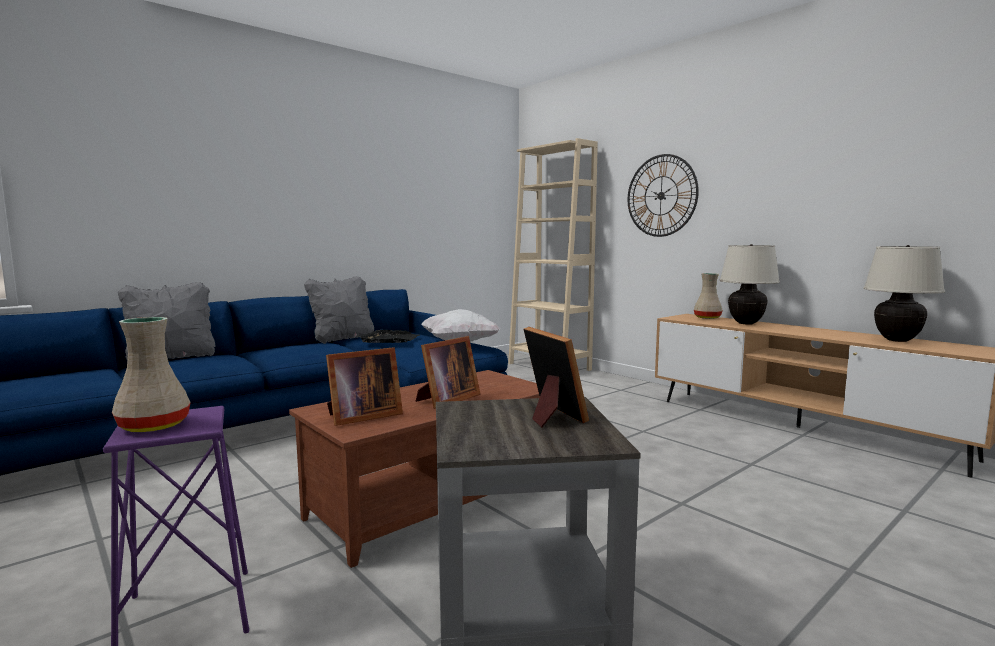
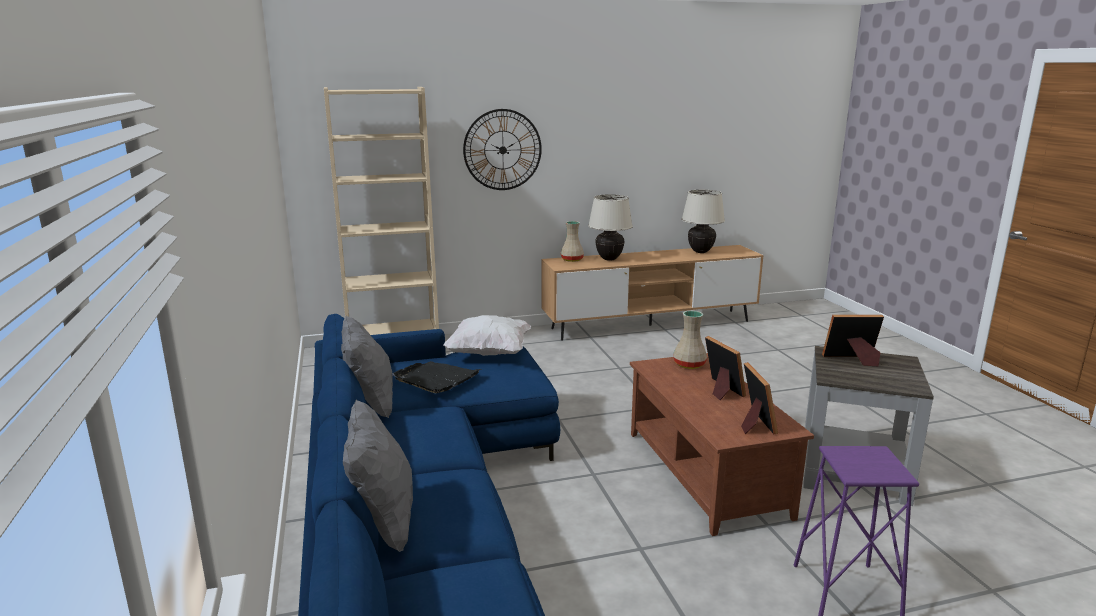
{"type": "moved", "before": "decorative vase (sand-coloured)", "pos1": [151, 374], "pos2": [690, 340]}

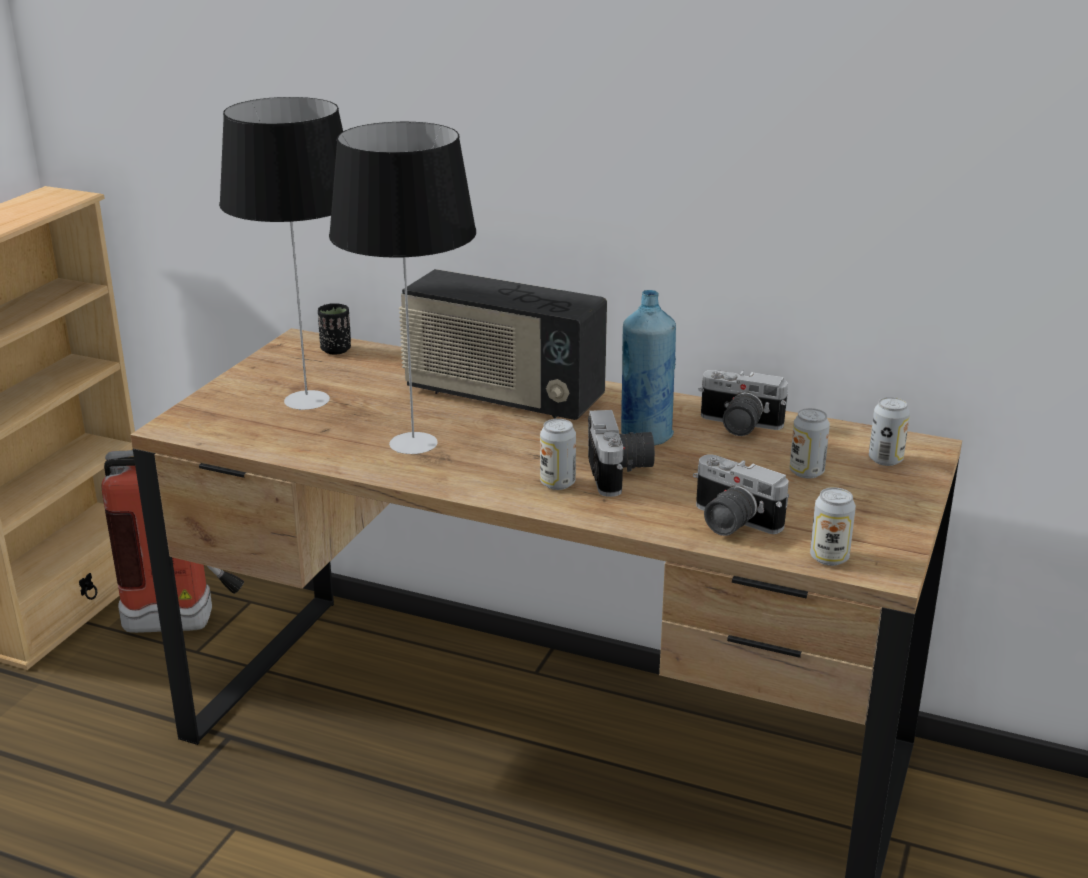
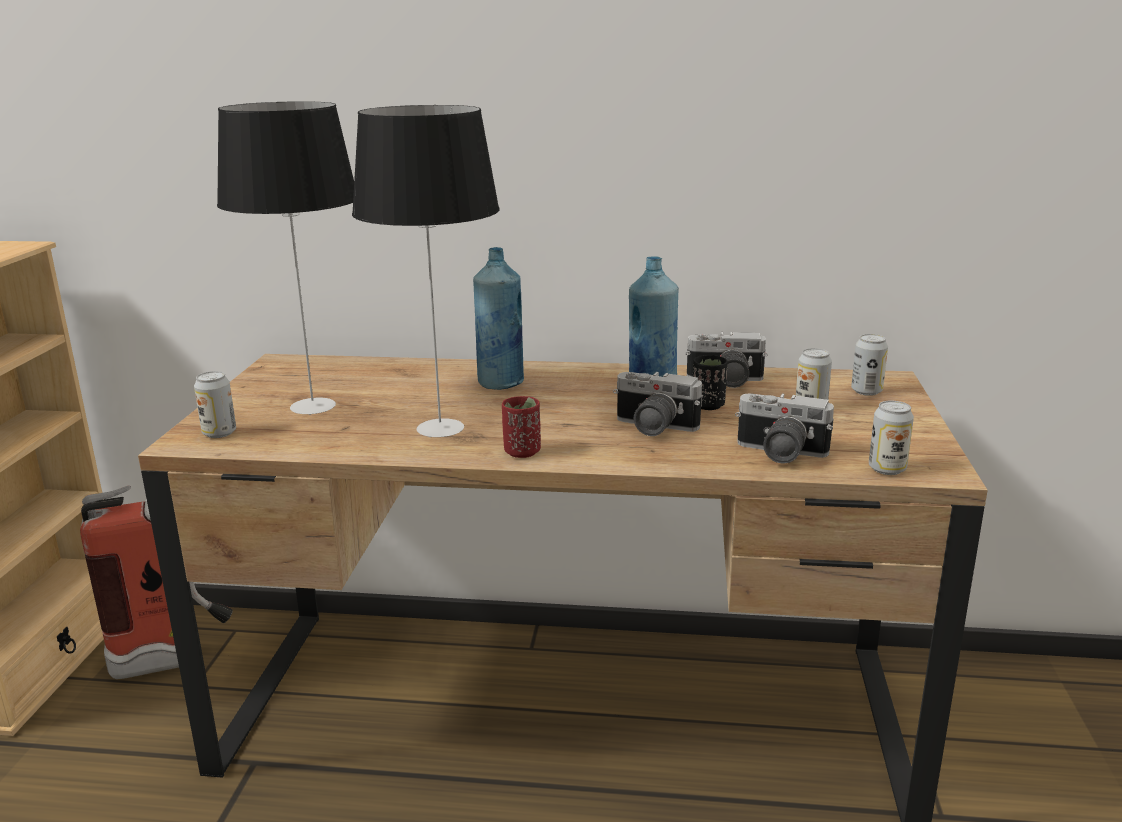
{"type": "added", "after": "cup (reddish)", "pos2": [521, 427]}
{"type": "moved", "before": "cup (blackish)", "pos1": [334, 329], "pos2": [710, 382]}
{"type": "moved", "before": "sealed can", "pos1": [558, 454], "pos2": [215, 404]}
{"type": "replaced", "before": "radio", "after": "bottle (blue)", "pos1": [503, 344], "pos2": [498, 318]}
{"type": "turned", "before": "photo camera", "pos1": [621, 453], "pos2": [658, 404], "turn": 135}

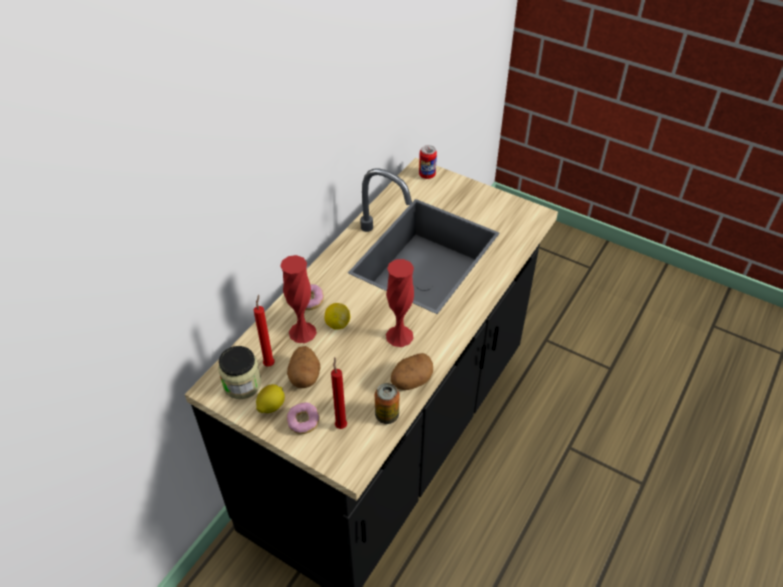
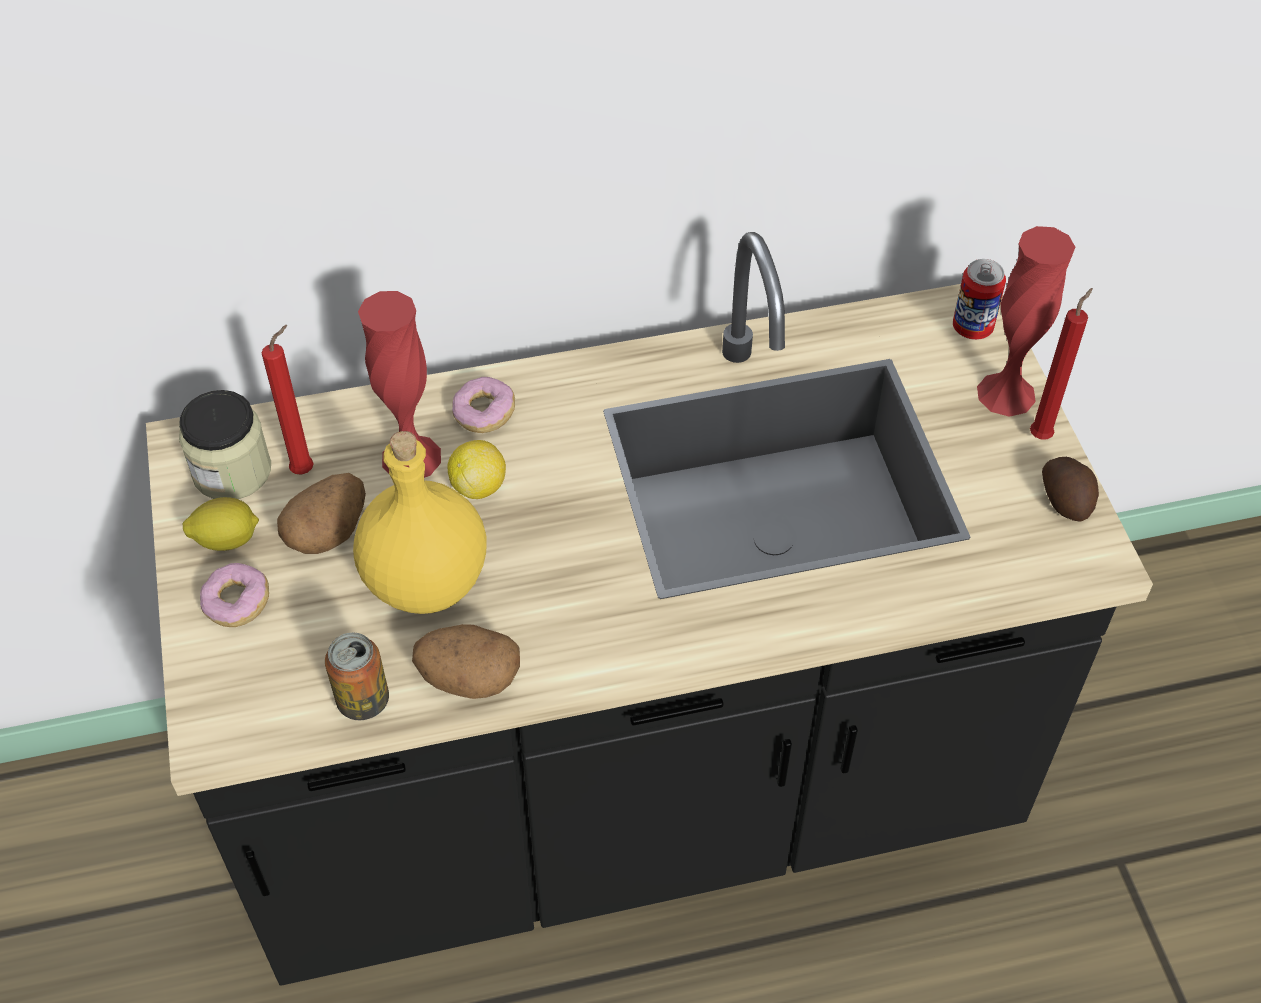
{"type": "added", "after": "bottle (yellow)", "pos2": [420, 522]}
{"type": "added", "after": "potato", "pos2": [1070, 489]}
{"type": "moved", "before": "candle (reddish)", "pos1": [339, 393], "pos2": [1061, 364]}
{"type": "moved", "before": "decorative vase (reddish)", "pos1": [400, 303], "pos2": [1026, 321]}

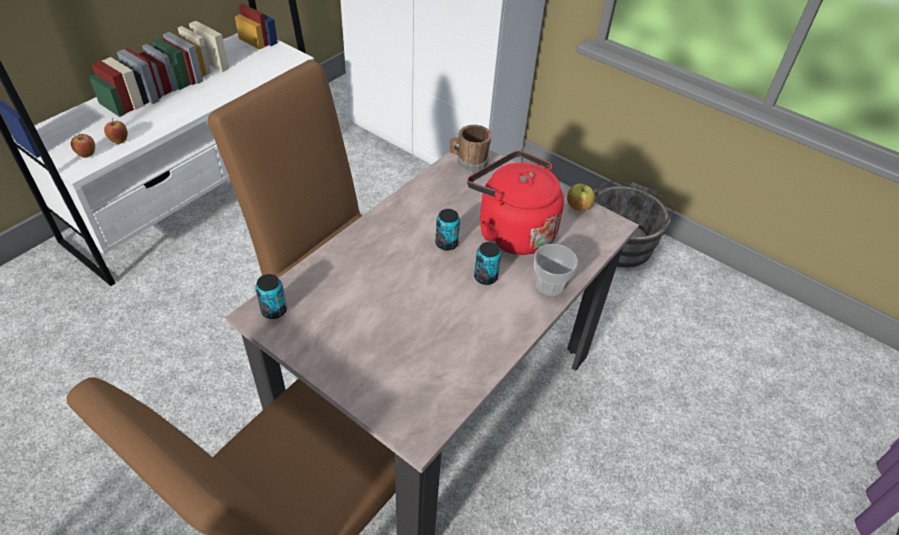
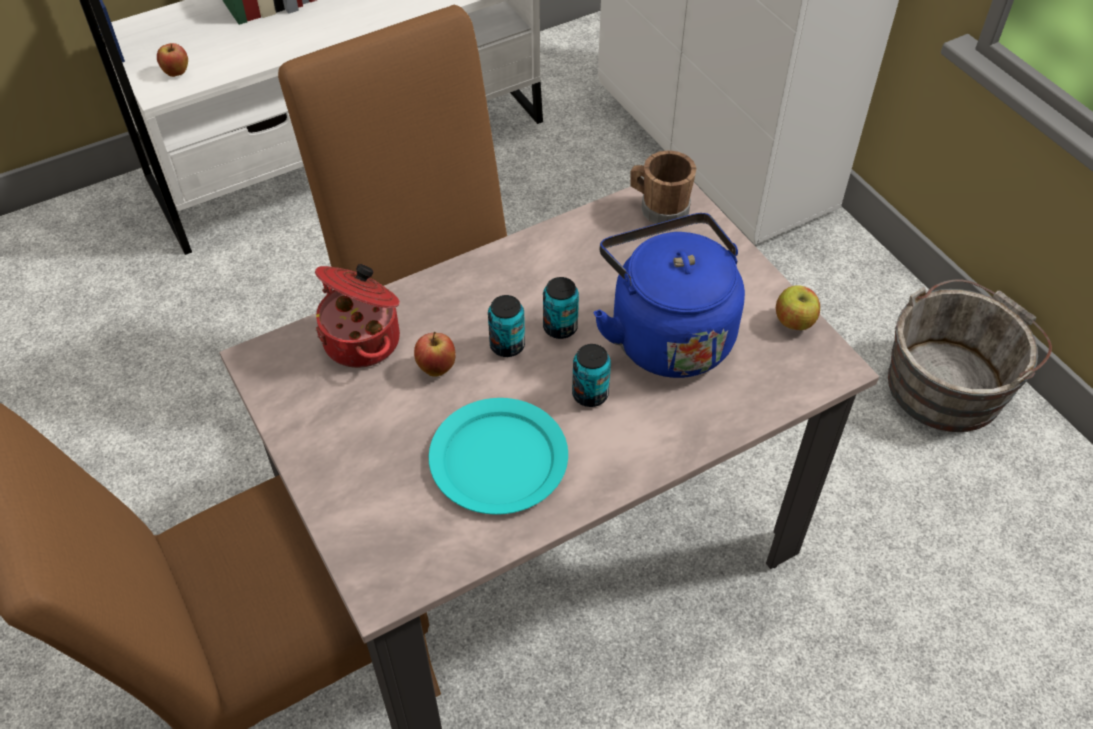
{"type": "removed", "before": "cup", "pos1": [556, 270]}
{"type": "added", "after": "saucepot", "pos2": [357, 316]}
{"type": "added", "after": "plate (blue-green)", "pos2": [498, 456]}
{"type": "moved", "before": "apple", "pos1": [116, 131], "pos2": [435, 354]}
{"type": "moved", "before": "sealed can", "pos1": [271, 296], "pos2": [506, 326]}
{"type": "recoloured", "before": "kettle (reddish)", "after": "kettle (blue)", "pos1": [515, 203], "pos2": [669, 295]}

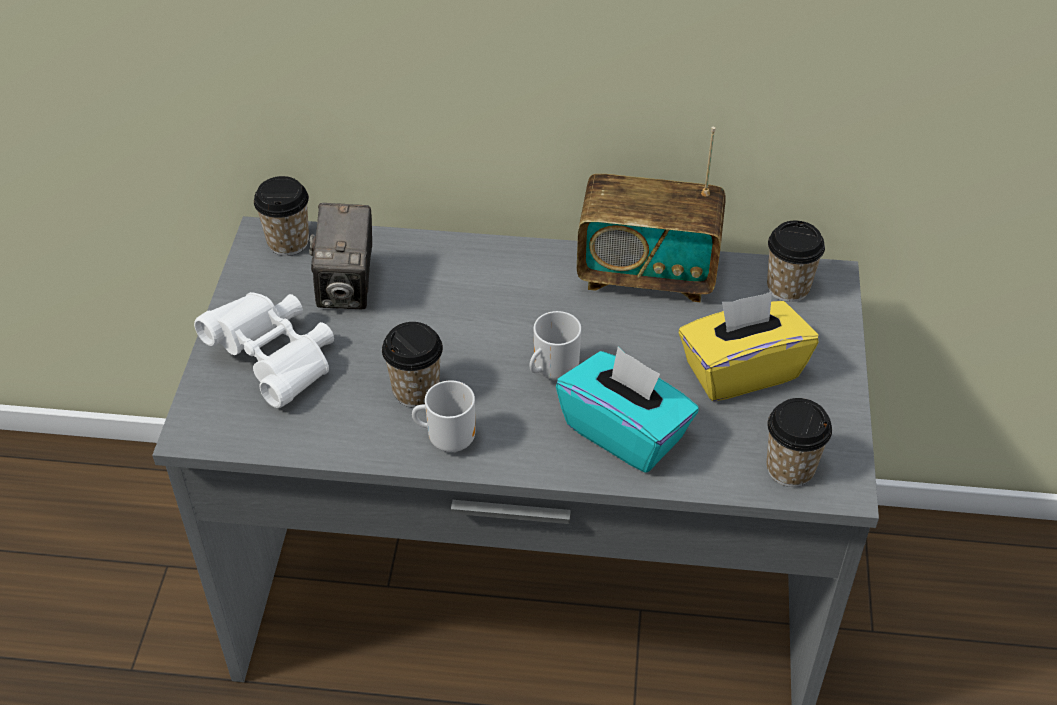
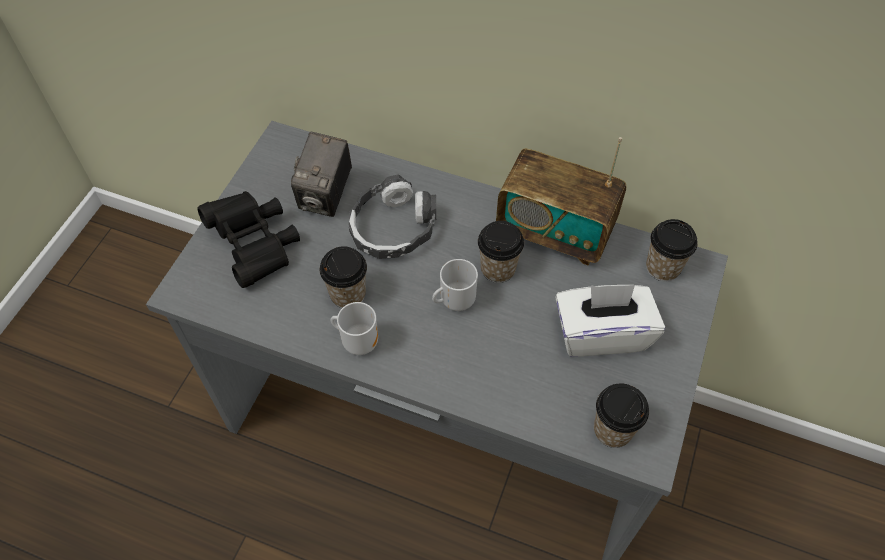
{"type": "removed", "before": "tissue box (blue-green)", "pos1": [627, 410]}
{"type": "added", "after": "headphones", "pos2": [392, 216]}
{"type": "moved", "before": "cup", "pos1": [281, 216], "pos2": [501, 252]}
{"type": "recoloured", "before": "pair of binoculars (white)", "after": "pair of binoculars (blackish)", "pos1": [264, 350], "pos2": [248, 239]}
{"type": "recoloured", "before": "tissue box (yellow)", "after": "tissue box (white)", "pos1": [749, 346], "pos2": [610, 321]}

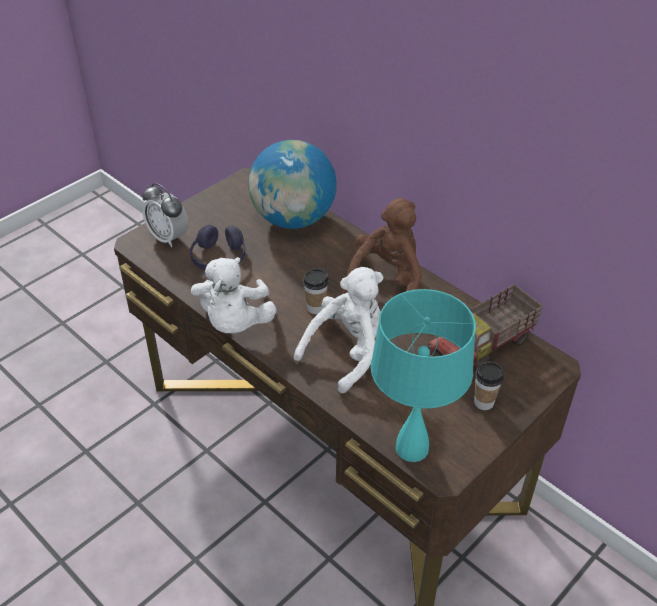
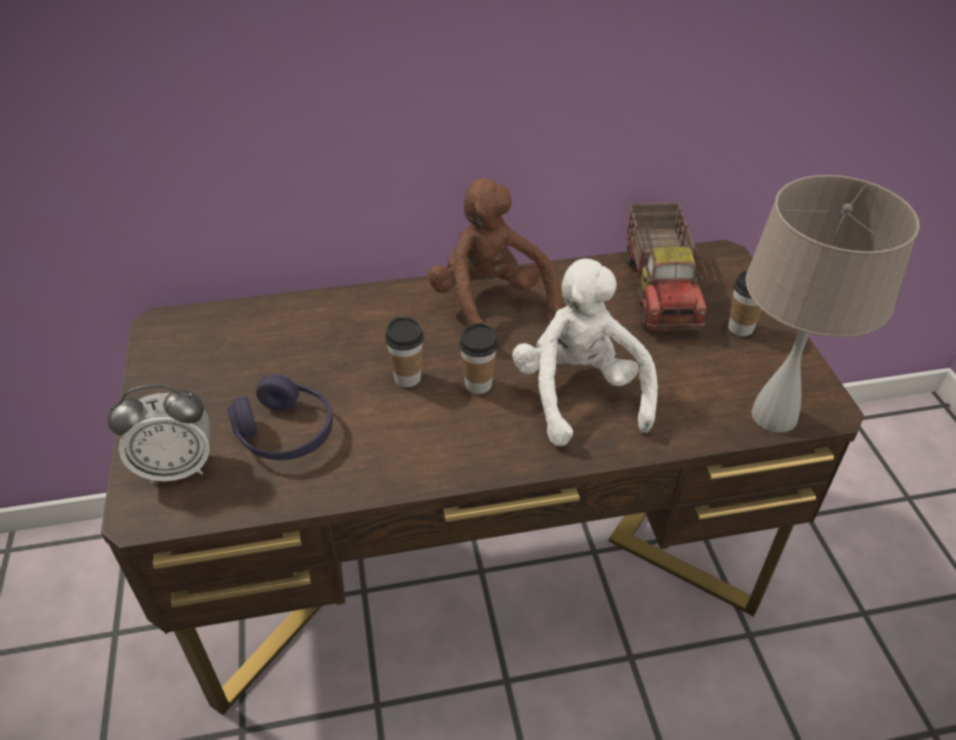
{"type": "removed", "before": "plush toy (white)", "pos1": [234, 295]}
{"type": "removed", "before": "desk globe", "pos1": [292, 184]}
{"type": "added", "after": "cup", "pos2": [404, 352]}
{"type": "recoloured", "before": "lamp for a table (blue-green)", "after": "lamp for a table (sand-coloured)", "pos1": [423, 375], "pos2": [833, 304]}

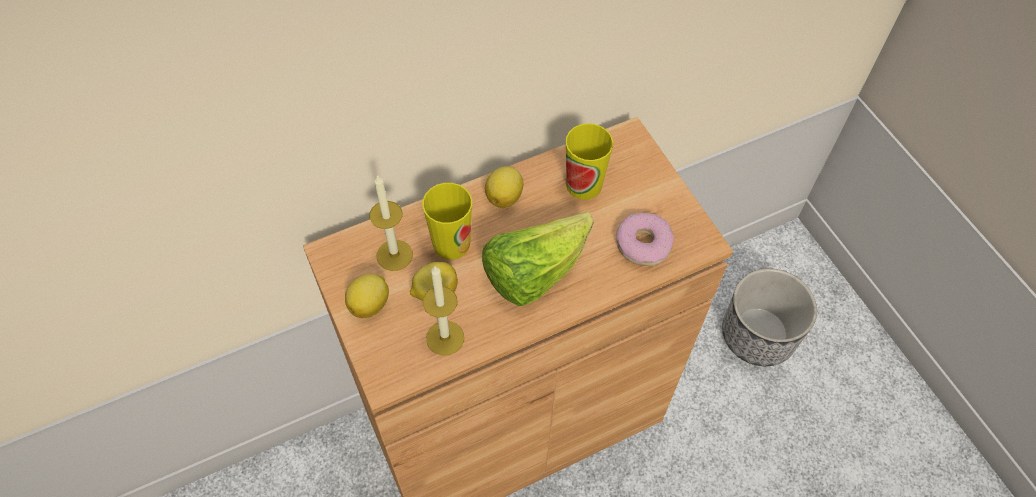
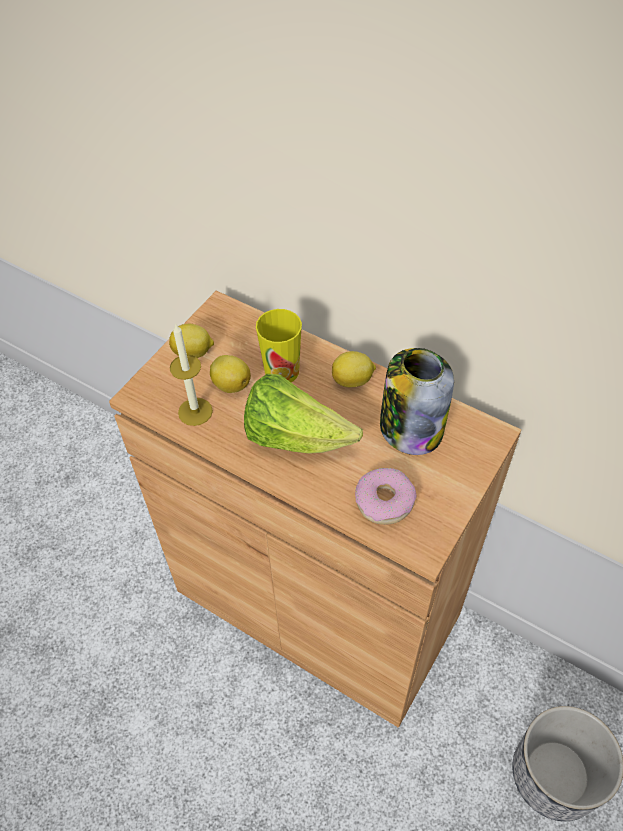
{"type": "removed", "before": "candle", "pos1": [391, 223]}
{"type": "replaced", "before": "cup", "after": "storage jar", "pos1": [589, 161], "pos2": [417, 401]}

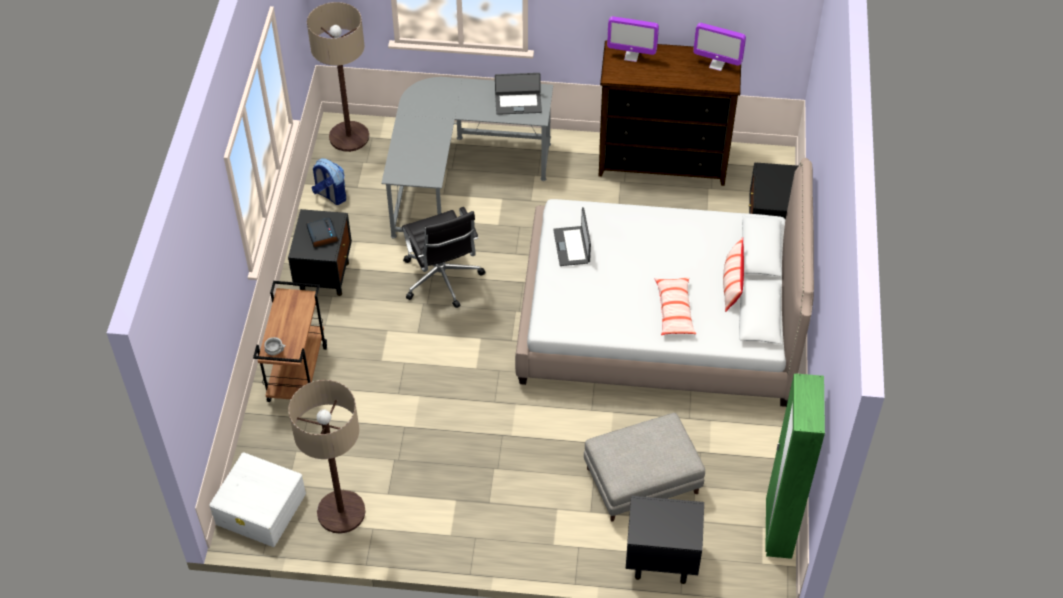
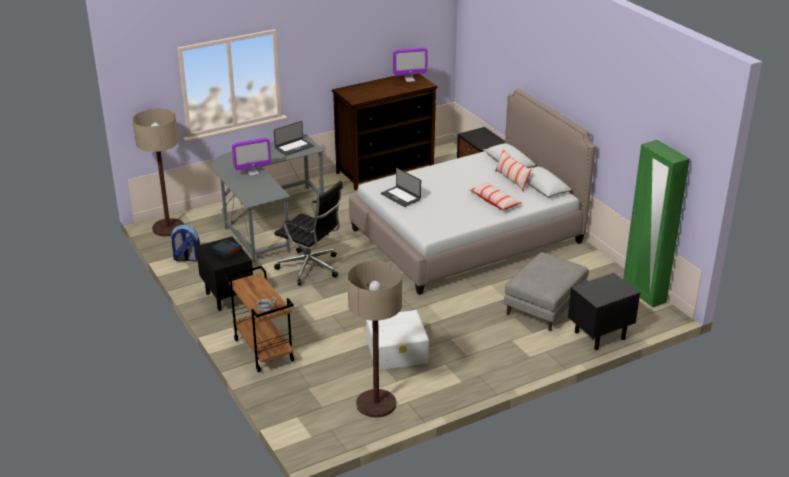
{"type": "moved", "before": "storage container (white)", "pos1": [257, 499], "pos2": [397, 340]}
{"type": "moved", "before": "computer display", "pos1": [633, 39], "pos2": [251, 157]}

